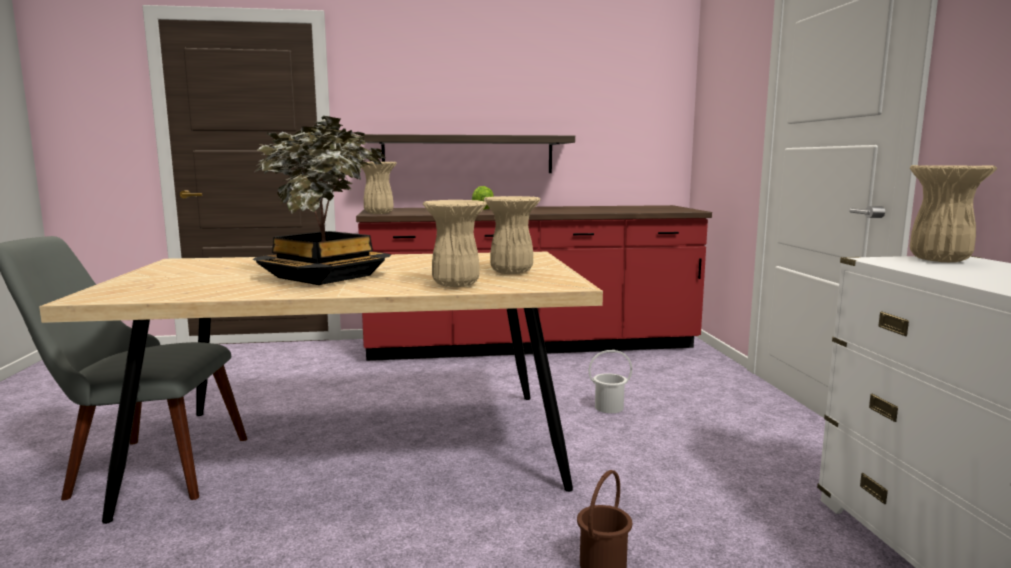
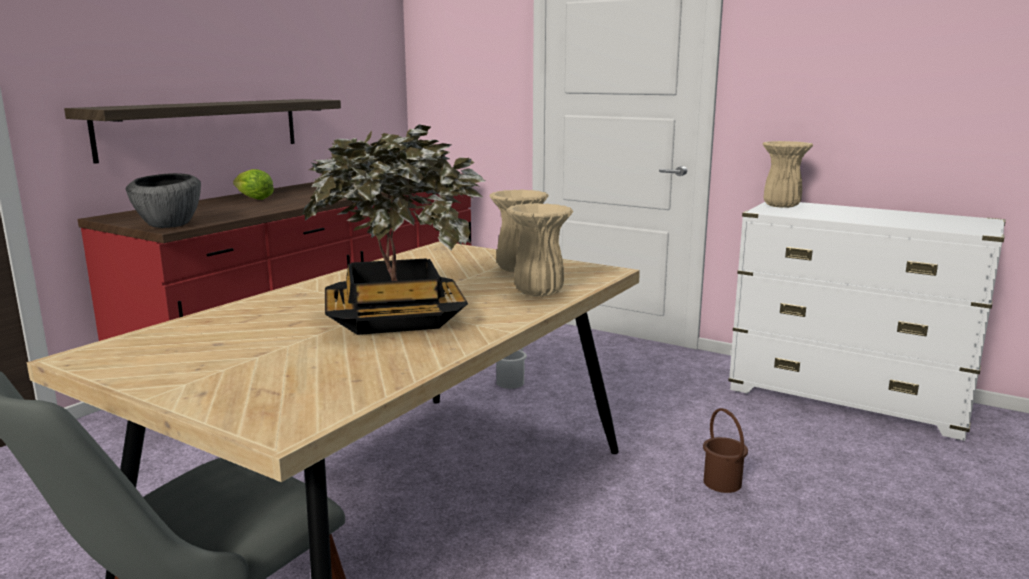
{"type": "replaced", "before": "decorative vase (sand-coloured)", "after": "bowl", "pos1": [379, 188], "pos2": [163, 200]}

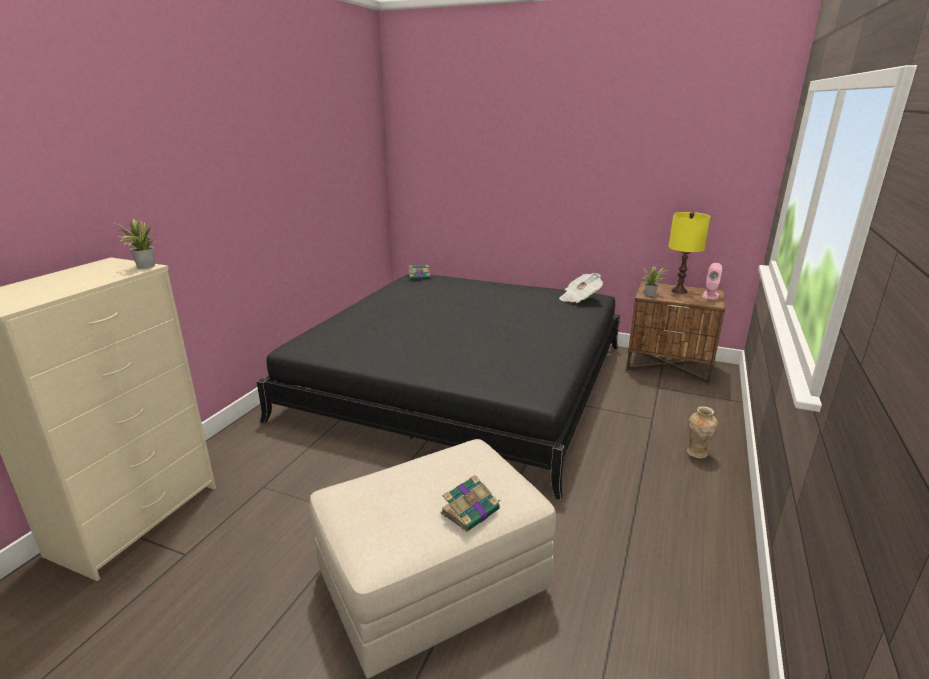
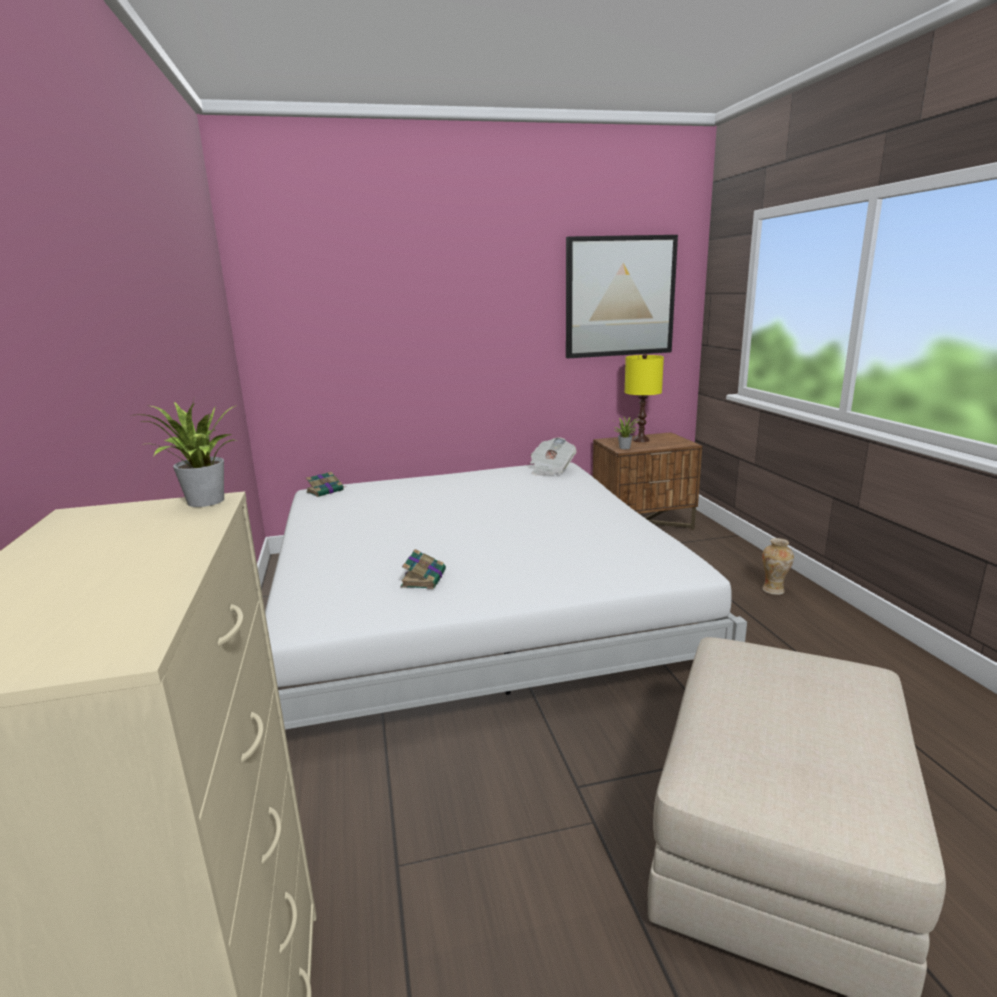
{"type": "removed", "before": "audio speaker (pinkish)", "pos1": [712, 281]}
{"type": "added", "after": "picture", "pos2": [622, 296]}
{"type": "moved", "before": "book", "pos1": [470, 503], "pos2": [423, 569]}
{"type": "recoloured", "before": "sleeping bed (blackish)", "after": "sleeping bed (white)", "pos1": [438, 387], "pos2": [506, 595]}

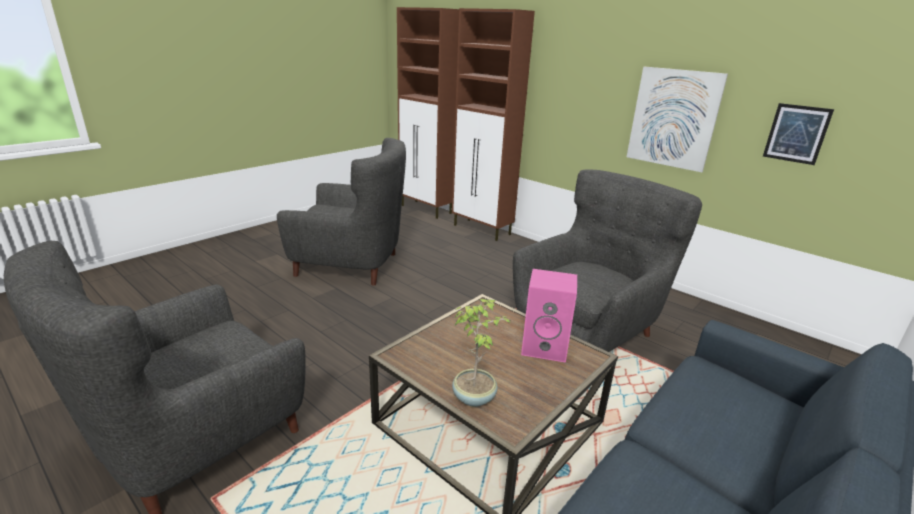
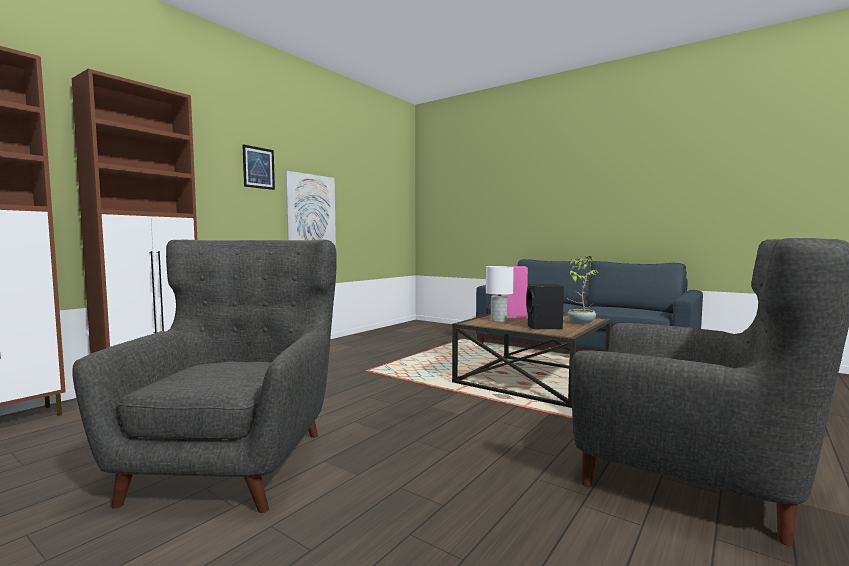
{"type": "removed", "before": "easy chair (greyish)", "pos1": [607, 261]}
{"type": "added", "after": "lamp for a table (white)", "pos2": [500, 294]}
{"type": "added", "after": "audio speaker (blackish)", "pos2": [545, 307]}
{"type": "moved", "before": "picture", "pos1": [798, 134], "pos2": [258, 167]}

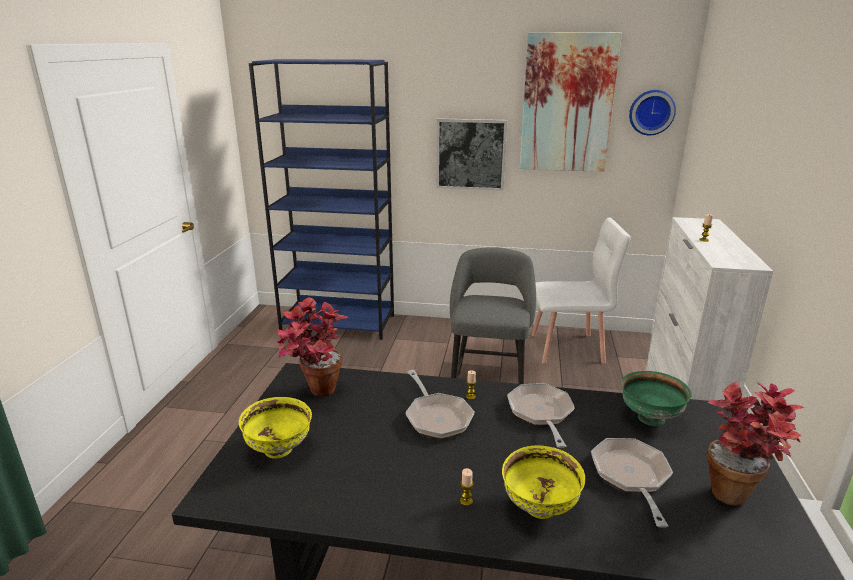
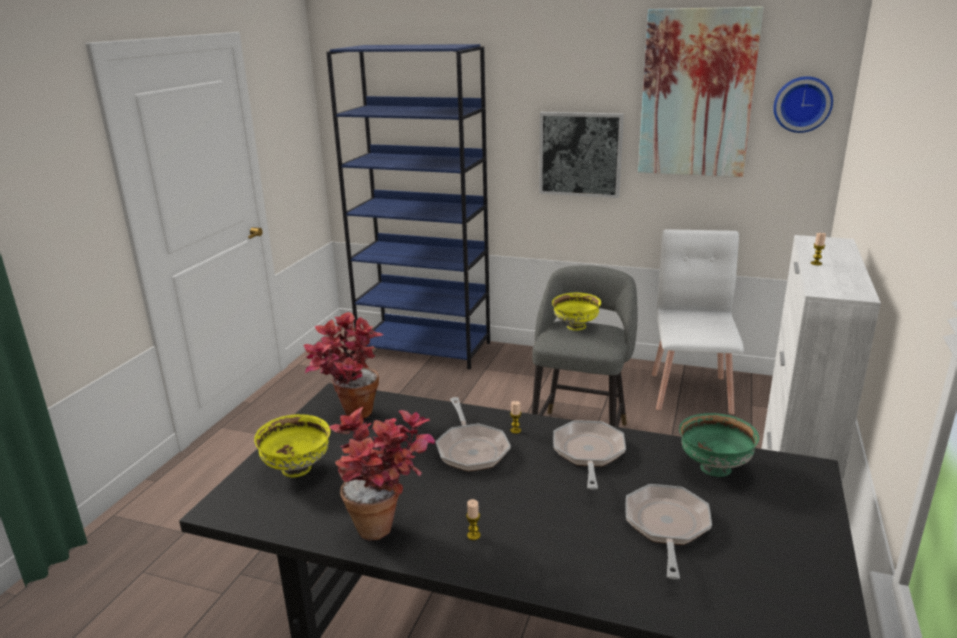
{"type": "moved", "before": "bowl (yellow)", "pos1": [543, 482], "pos2": [576, 312]}
{"type": "moved", "before": "potted plant", "pos1": [756, 443], "pos2": [382, 473]}
{"type": "turned", "before": "chair (white)", "pos1": [581, 291], "pos2": [698, 321], "turn": -90}

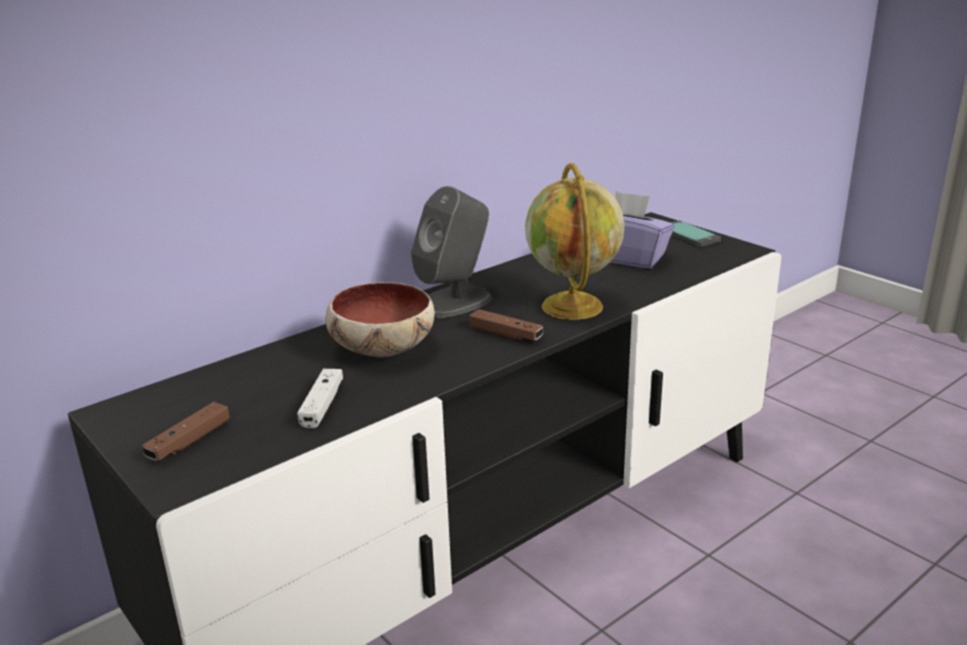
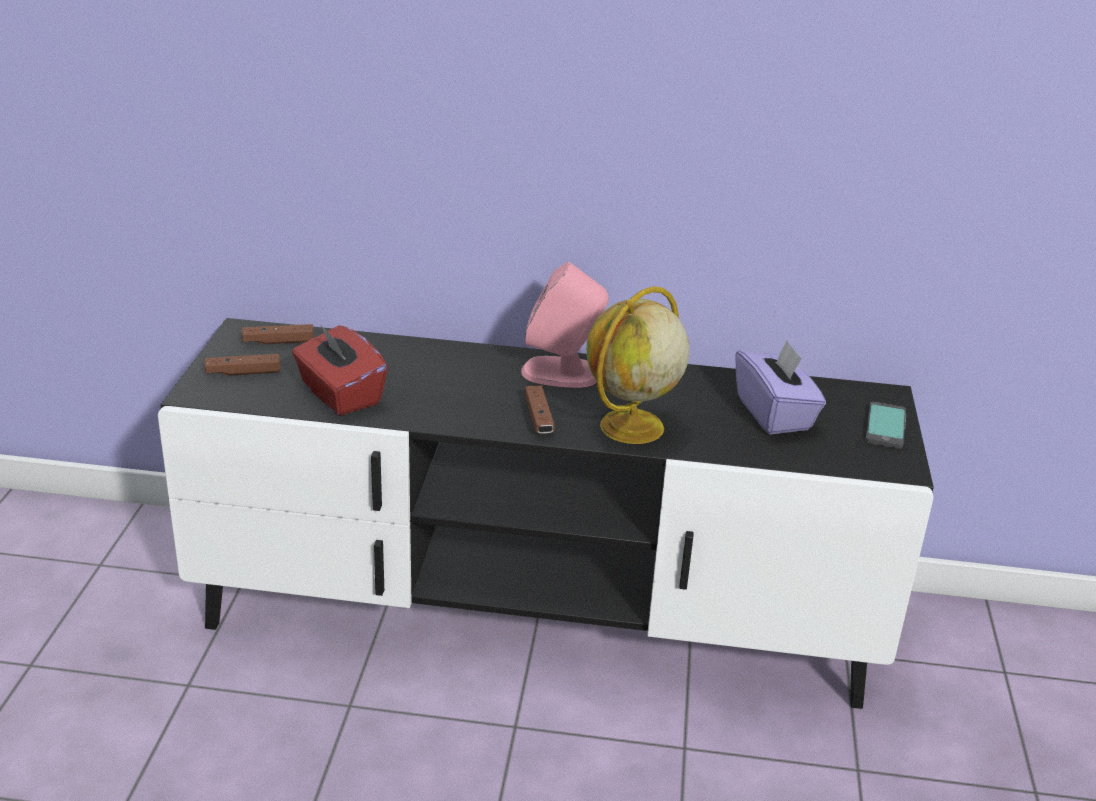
{"type": "removed", "before": "bowl", "pos1": [380, 320]}
{"type": "added", "after": "game controller (brown-coloured)", "pos2": [278, 334]}
{"type": "replaced", "before": "game controller (white)", "after": "tissue box (reddish)", "pos1": [320, 398], "pos2": [340, 370]}
{"type": "recoloured", "before": "audio speaker (greyish)", "after": "audio speaker (pinkish)", "pos1": [451, 252], "pos2": [564, 325]}

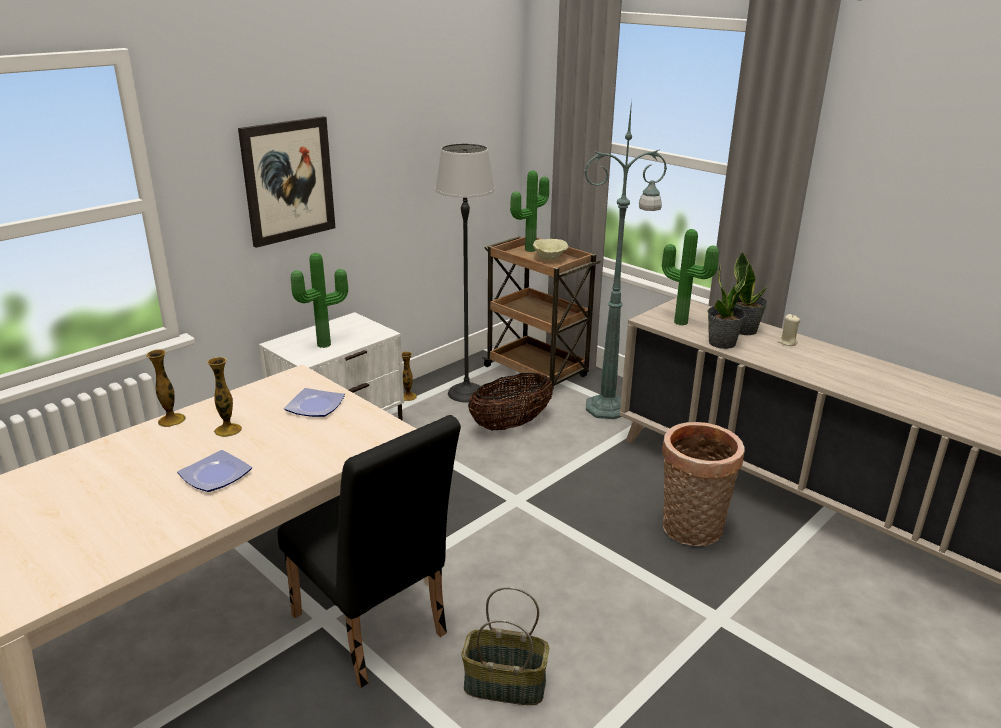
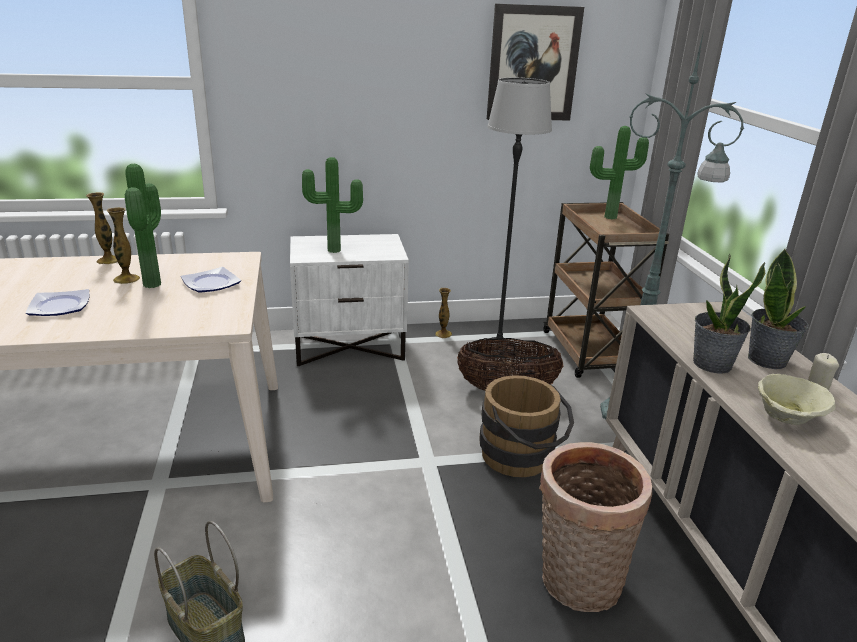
{"type": "removed", "before": "chair (blackish)", "pos1": [369, 551]}
{"type": "added", "after": "pail (brown-coloured)", "pos2": [526, 426]}
{"type": "moved", "before": "picture", "pos1": [286, 182], "pos2": [535, 62]}
{"type": "moved", "before": "bowl (sand-coloured)", "pos1": [551, 249], "pos2": [797, 399]}
{"type": "moved", "before": "potted plant", "pos1": [690, 277], "pos2": [143, 226]}

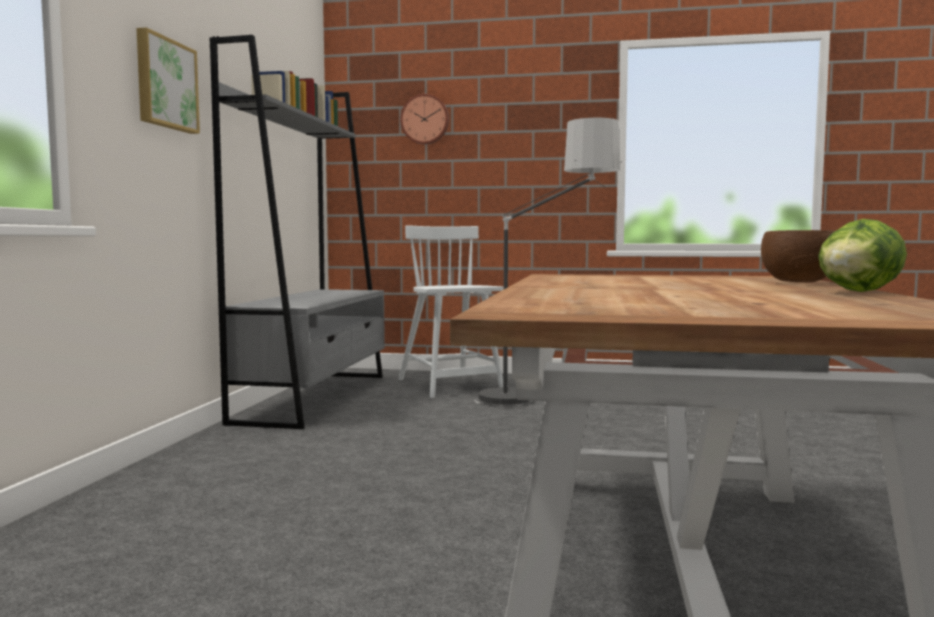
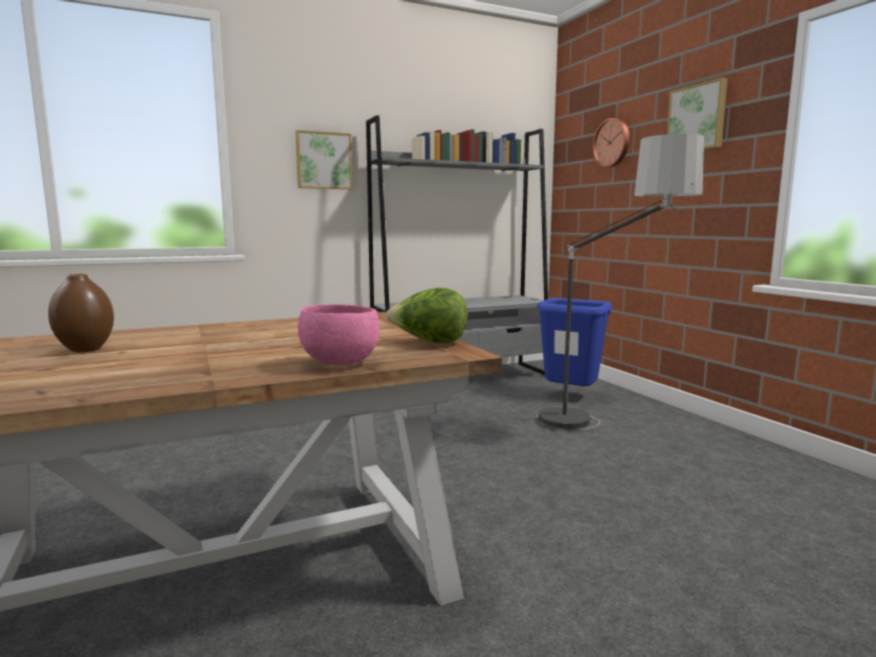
{"type": "added", "after": "decorative vase (brown-coloured)", "pos2": [81, 313]}
{"type": "added", "after": "picture", "pos2": [697, 113]}
{"type": "moved", "before": "head of lettuce", "pos1": [862, 255], "pos2": [426, 315]}
{"type": "replaced", "before": "chair (white)", "after": "waste bin (blue)", "pos1": [451, 311], "pos2": [574, 342]}
{"type": "recoloured", "before": "bowl (brown-coloured)", "after": "bowl (pinkish)", "pos1": [798, 256], "pos2": [339, 335]}

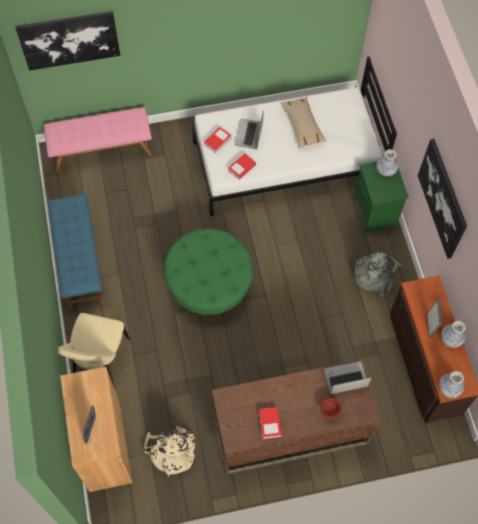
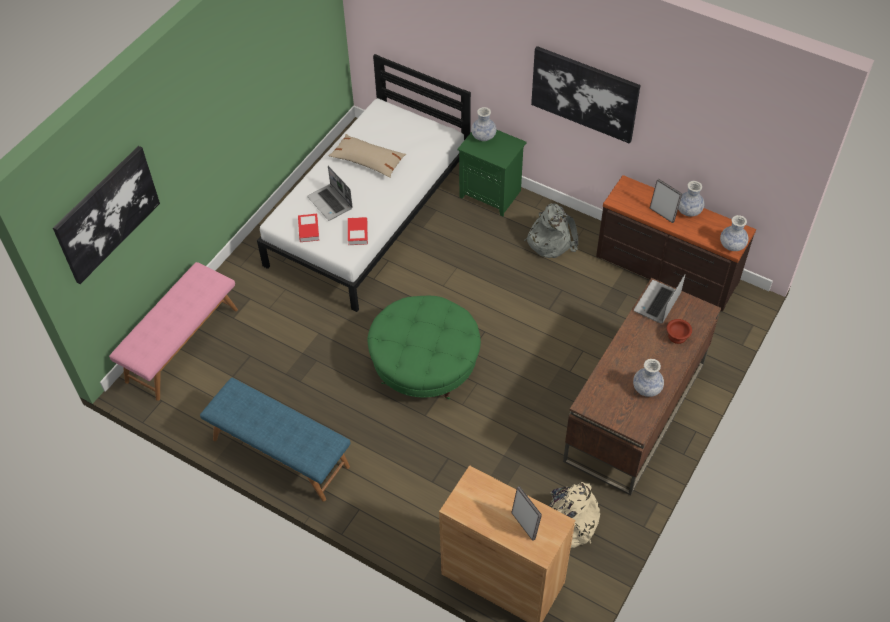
{"type": "removed", "before": "chair (sand-coloured)", "pos1": [94, 349]}
{"type": "replaced", "before": "book", "after": "decorative vase", "pos1": [270, 423], "pos2": [648, 378]}

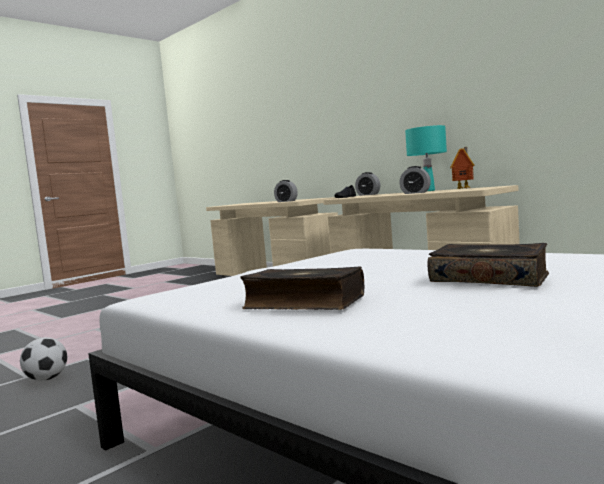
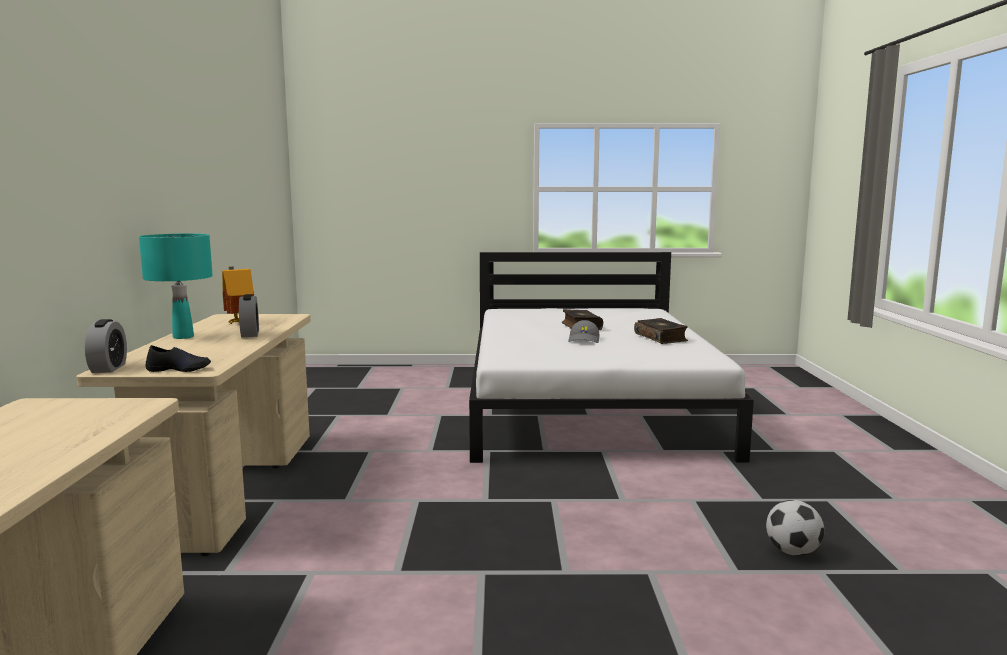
{"type": "removed", "before": "bedside clock", "pos1": [286, 191]}
{"type": "added", "after": "baseball cap (greyish)", "pos2": [584, 331]}

